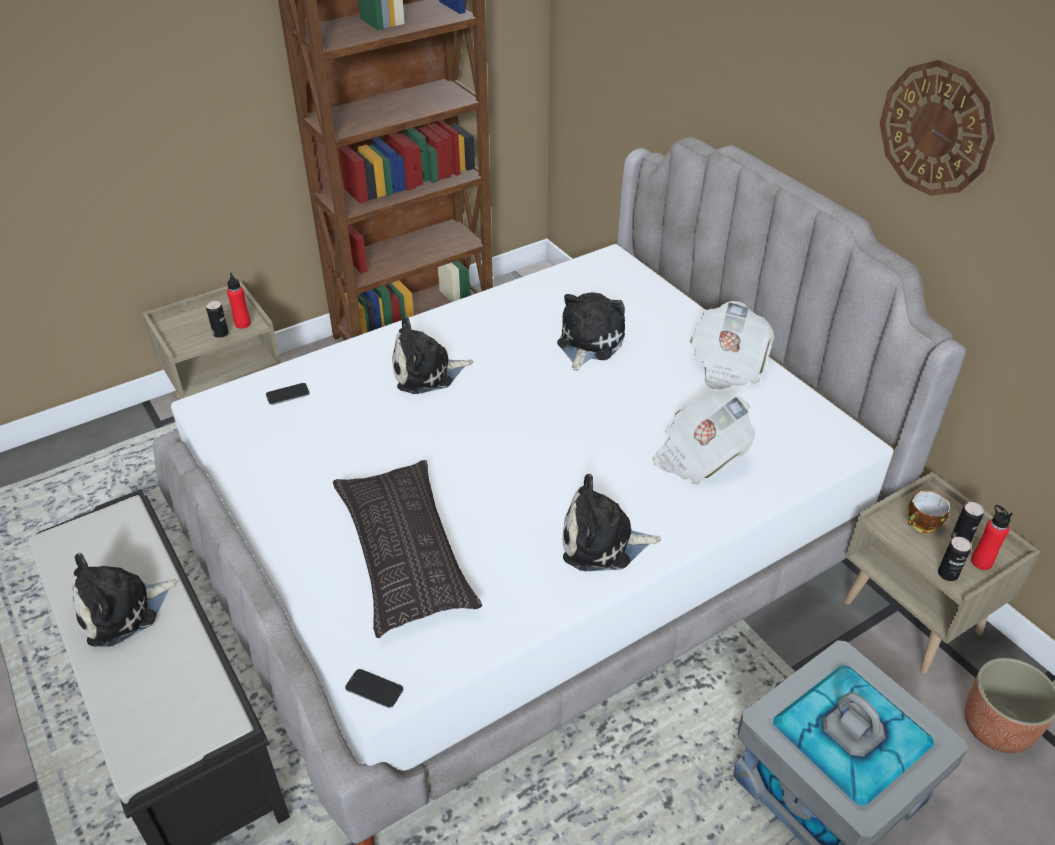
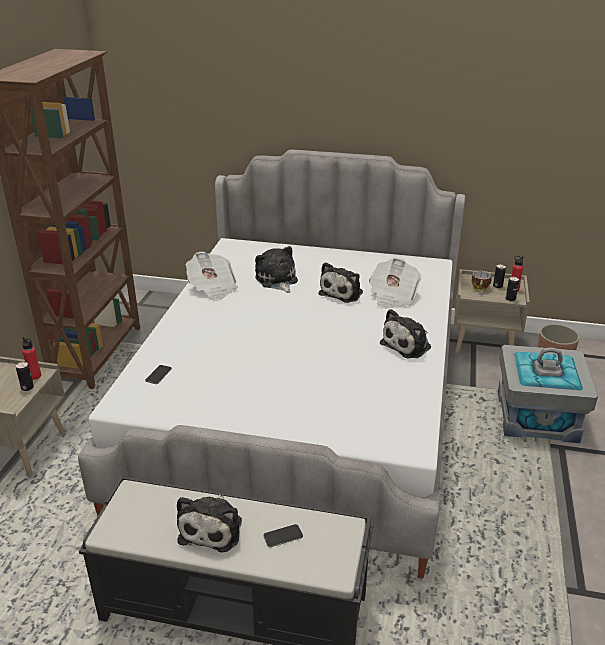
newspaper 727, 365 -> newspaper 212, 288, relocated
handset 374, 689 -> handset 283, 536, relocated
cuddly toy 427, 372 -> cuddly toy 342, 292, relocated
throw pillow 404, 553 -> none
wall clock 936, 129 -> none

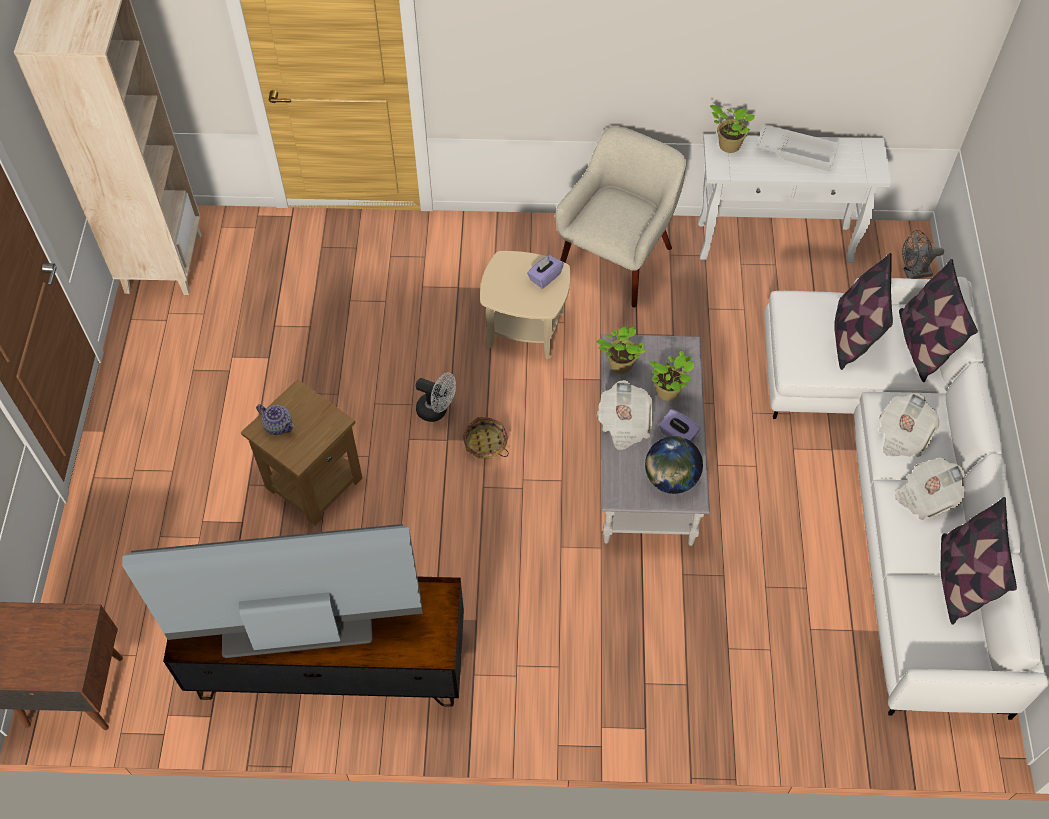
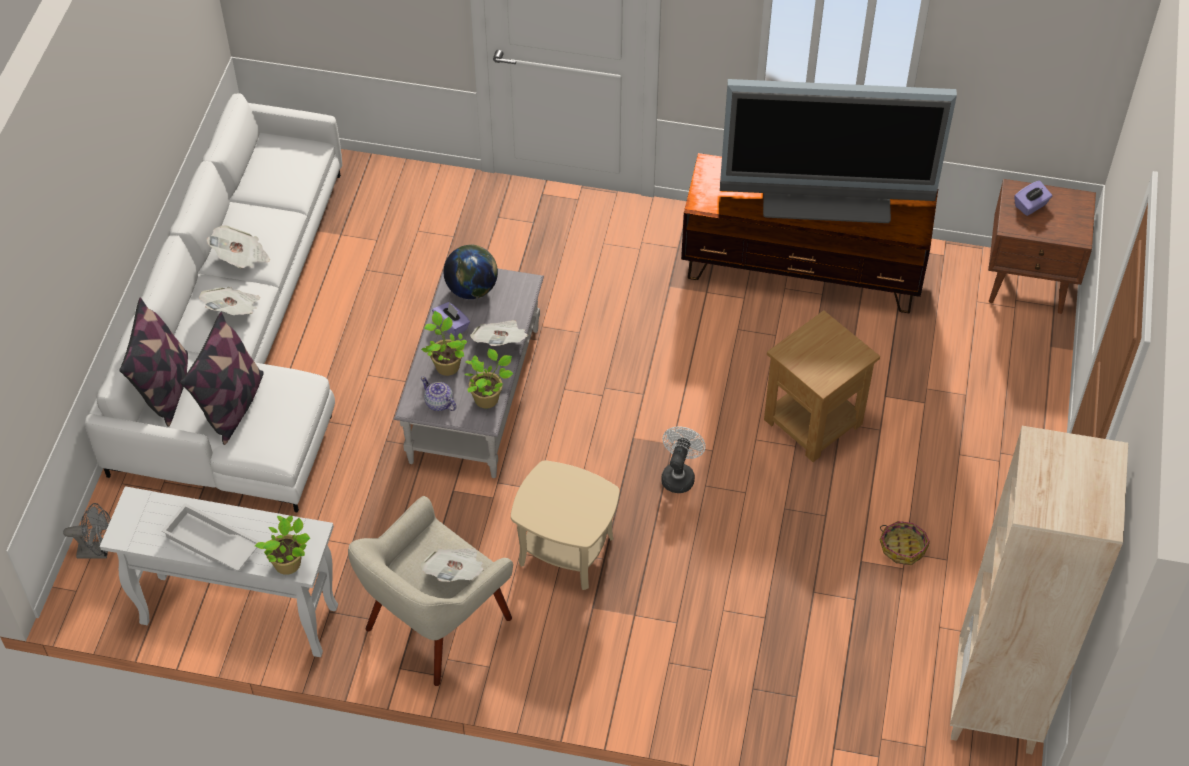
tea pot 278, 425 -> tea pot 439, 403, relocated
none -> newspaper 455, 572
fan (whitish) 437, 410 -> fan (whitish) 679, 475, 75 degrees clockwise
basket 485, 444 -> basket 902, 547, relocated
tissue holder (purple) 545, 277 -> tissue holder (purple) 1031, 206, relocated
throw pillow 960, 580 -> none

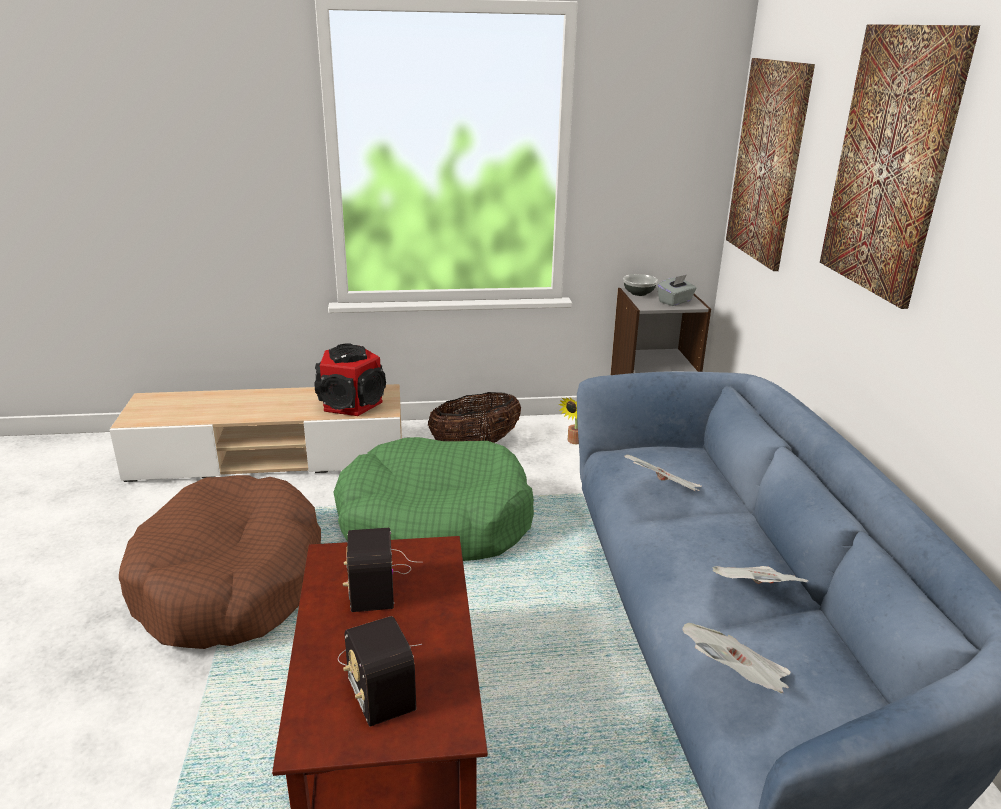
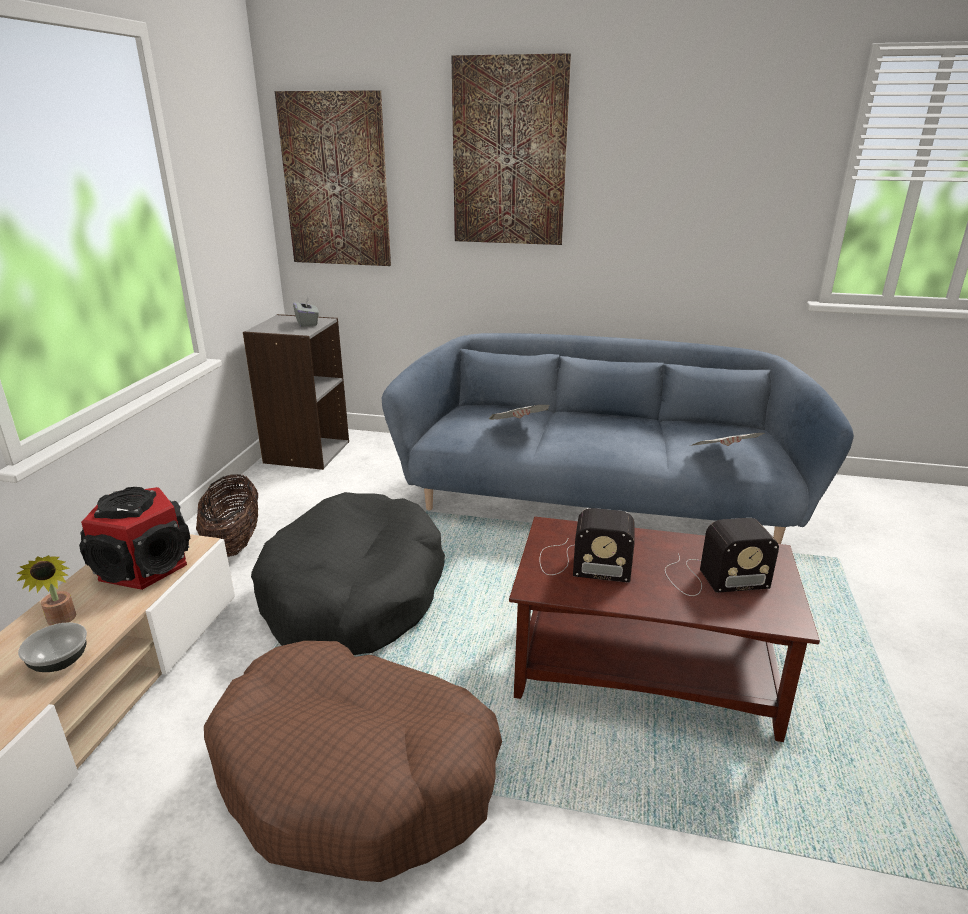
potted plant 573, 441 -> potted plant 62, 621, relocated
bowl 639, 293 -> bowl 60, 662, relocated
pet bed (greenish) 434, 522 -> pet bed (blackish) 354, 594
newspaper 754, 594 -> none

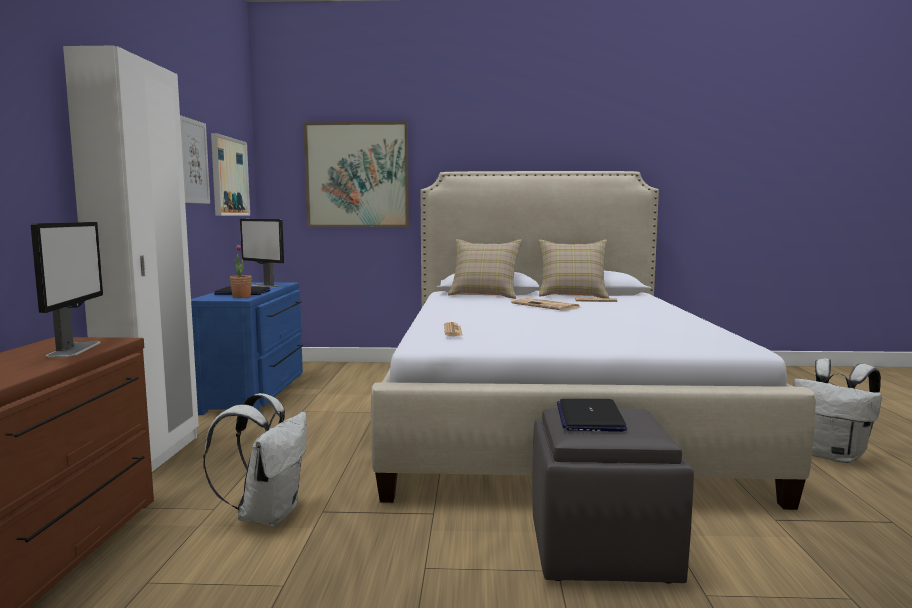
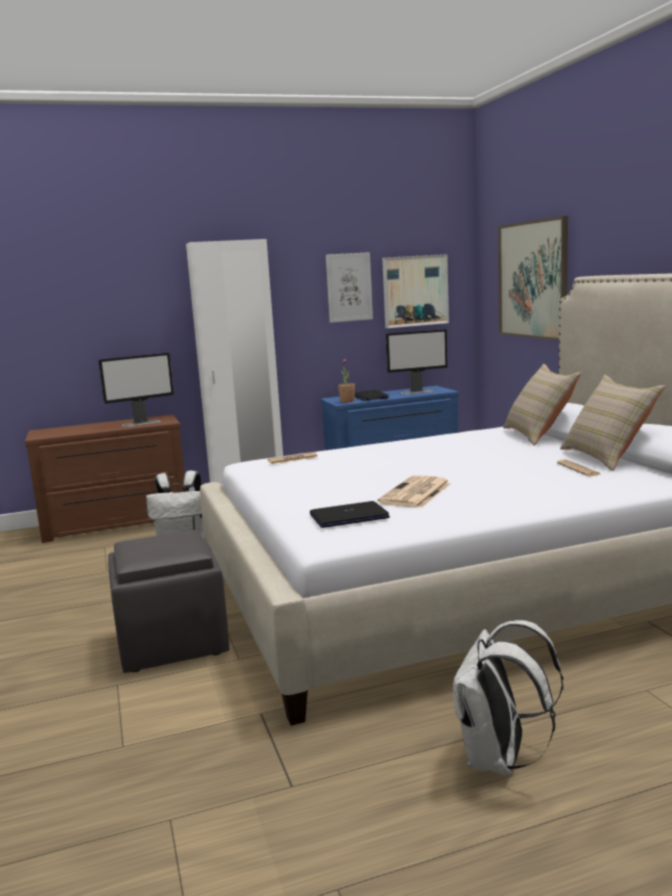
laptop 589, 417 -> laptop 349, 516, relocated
newspaper 546, 306 -> newspaper 415, 493, relocated
monitor 264, 286 -> monitor 417, 391, 120 degrees counterclockwise

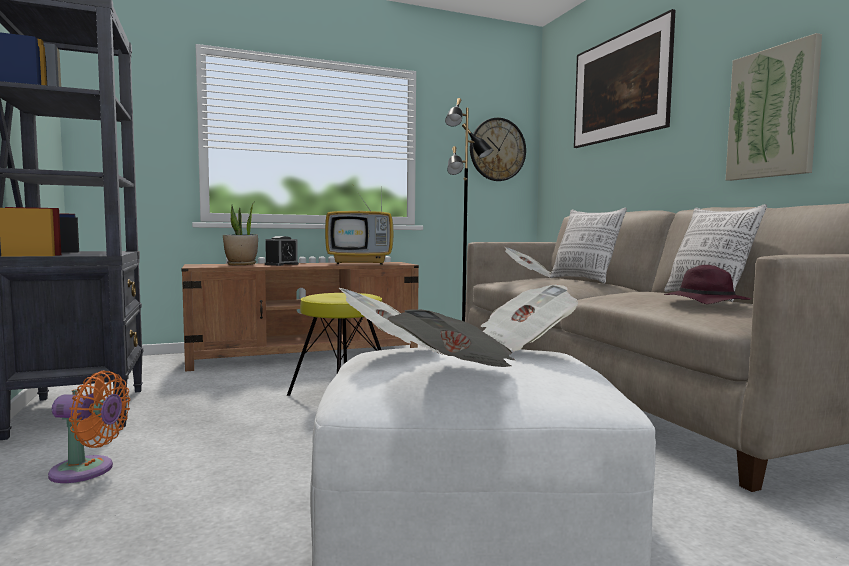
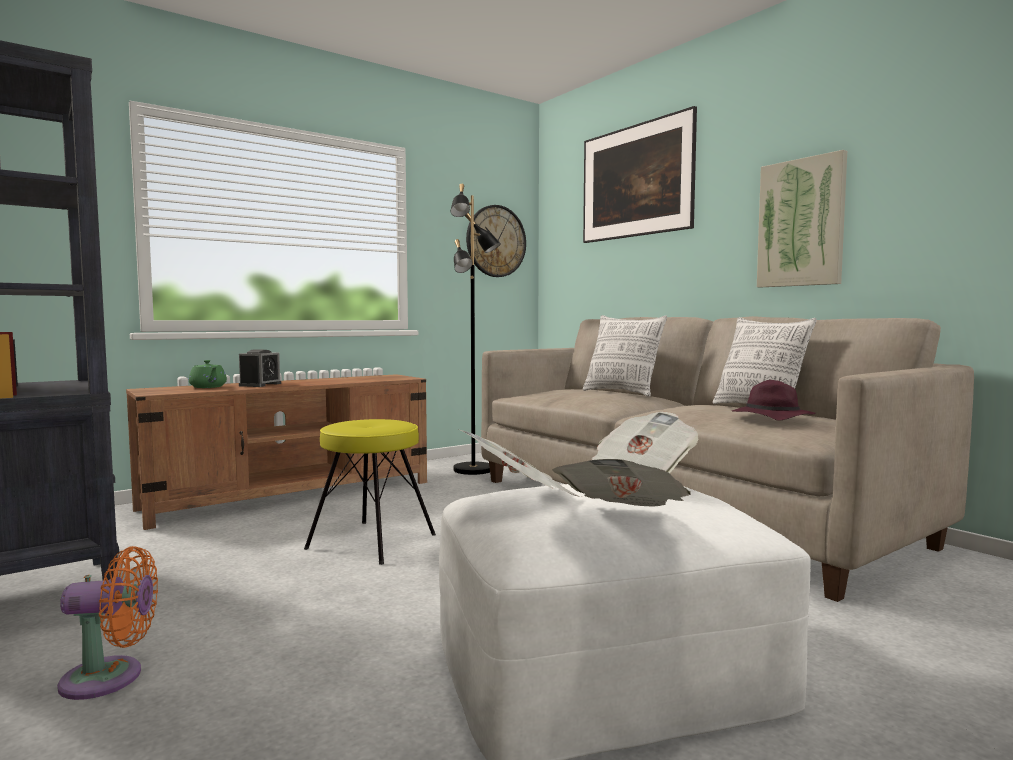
potted plant 241, 264 -> tea pot (greenish) 208, 387
television 362, 263 -> none
newspaper 528, 276 -> none

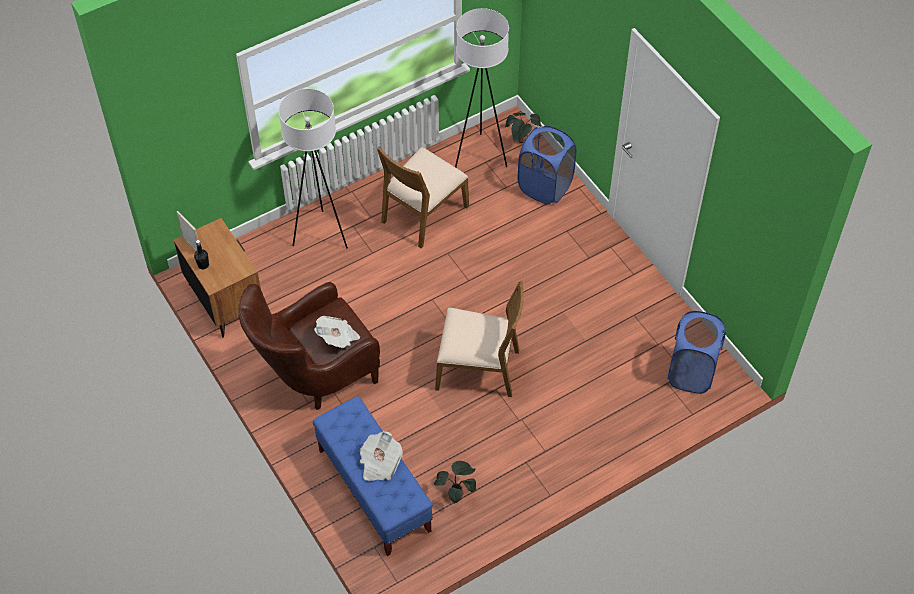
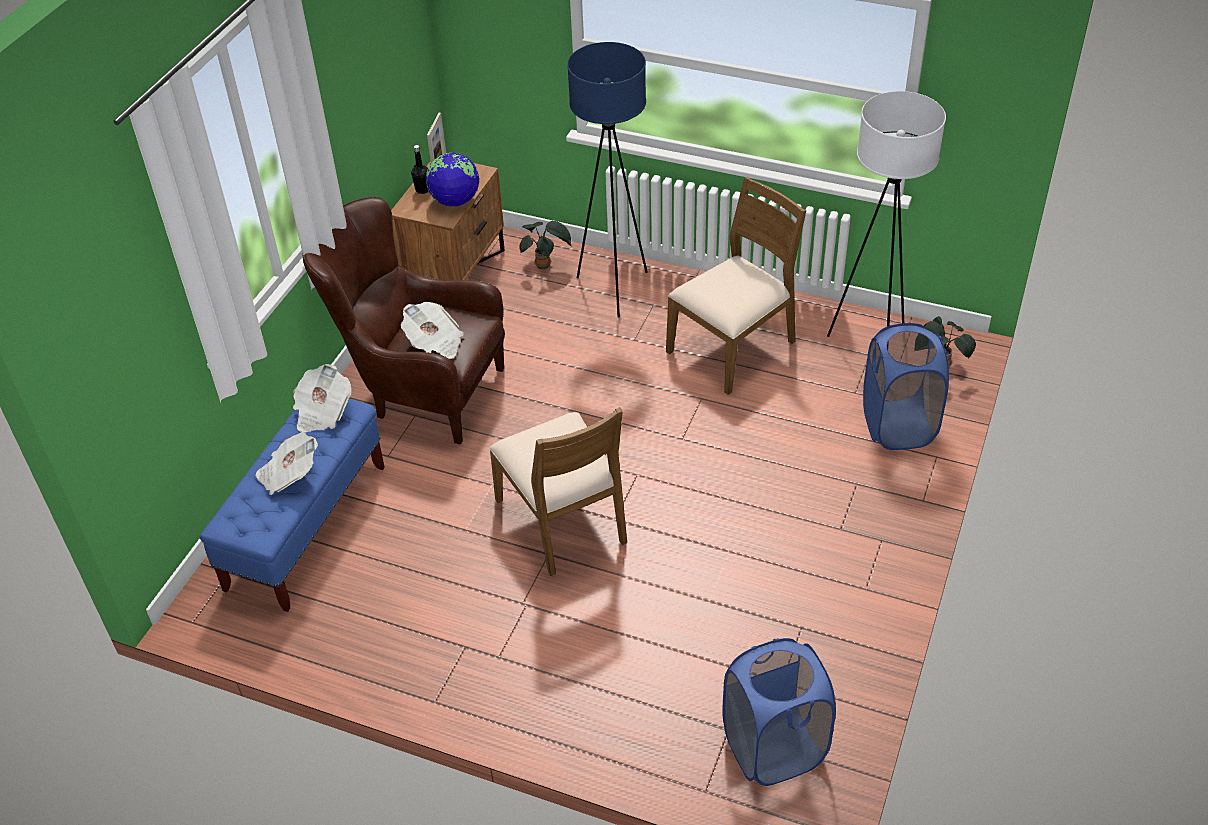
none -> newspaper 322, 412
none -> desk globe 455, 201
potted plant 457, 494 -> potted plant 545, 265, relocated
floor lamp (whitish) 321, 235 -> floor lamp (bluish) 614, 289
upright chair (brown) 423, 213 -> upright chair (brown) 733, 347, 135 degrees clockwise

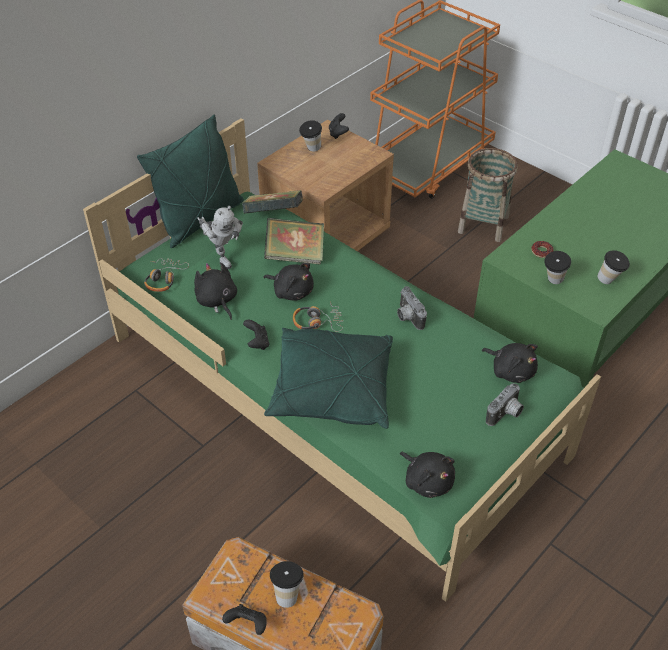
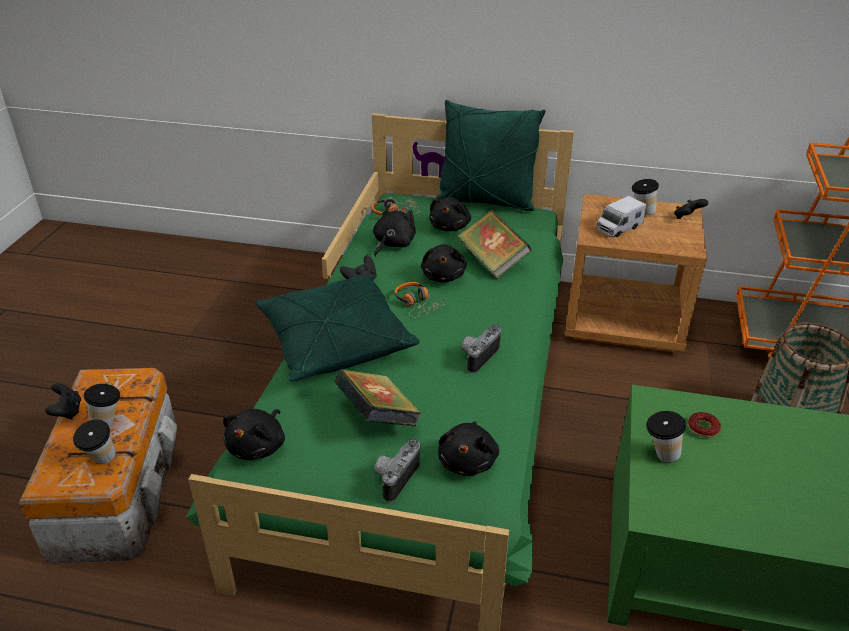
small cup 609, 281 -> small cup 101, 462, relocated
volume 273, 216 -> volume 378, 418, relocated
photo camera 506, 414 -> photo camera 394, 478, 105 degrees clockwise
robot figure 222, 256 -> cuddly toy (blackish) 450, 226
none -> model truck 618, 228

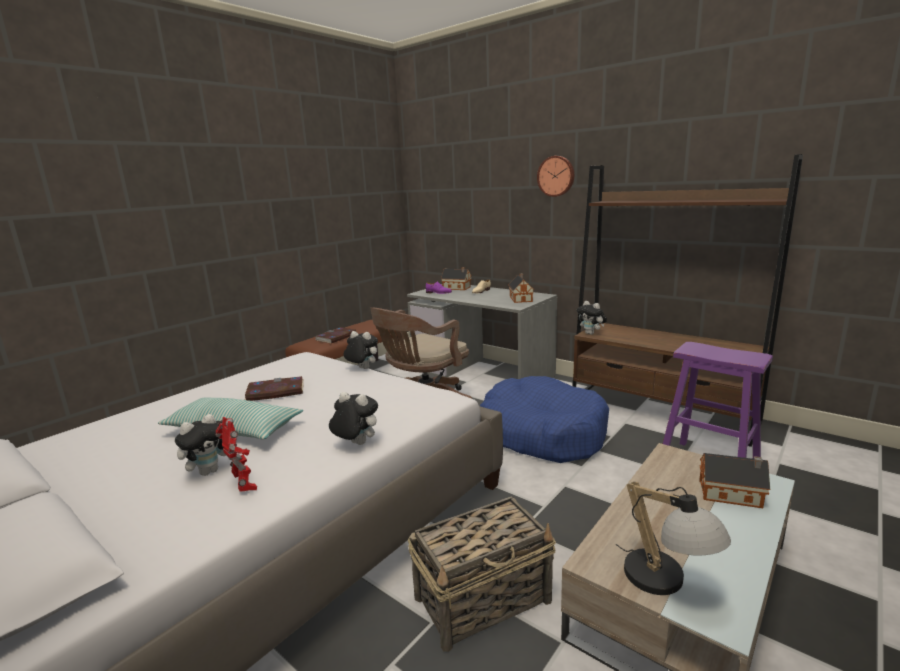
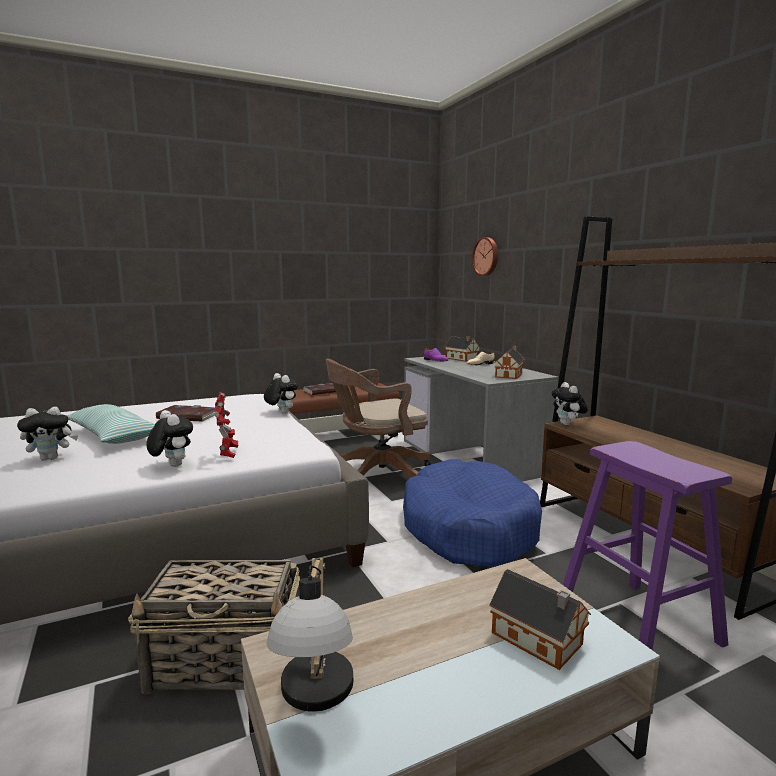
robot figure 244, 486 -> robot figure 228, 454, relocated
wall clock 556, 176 -> wall clock 486, 256, relocated

